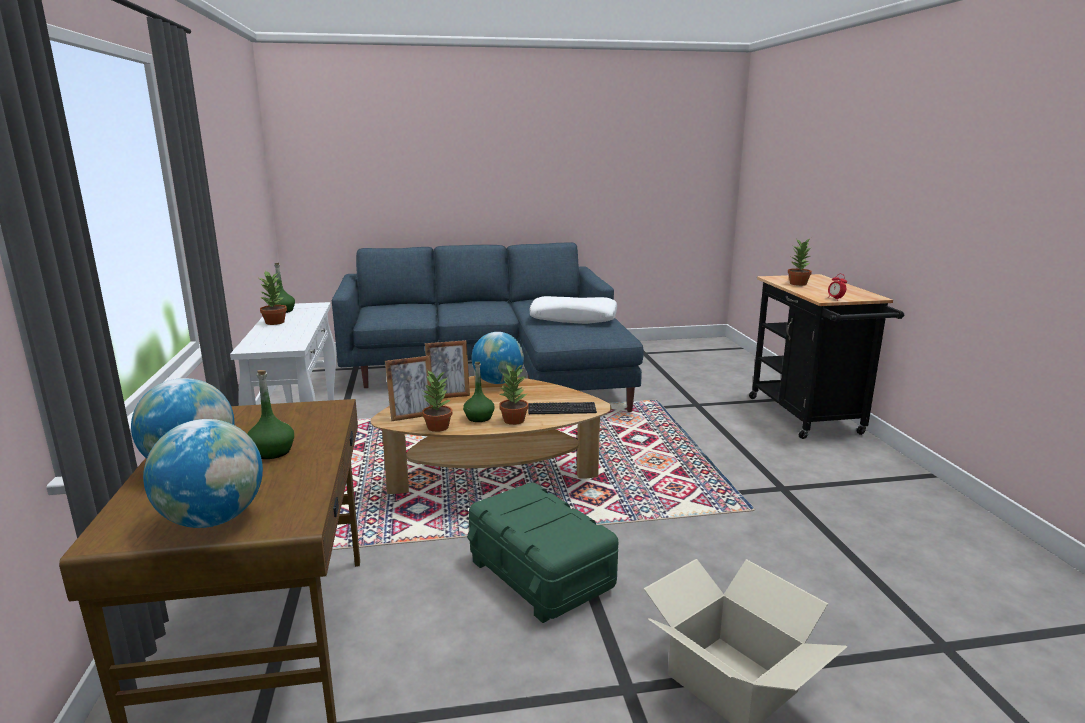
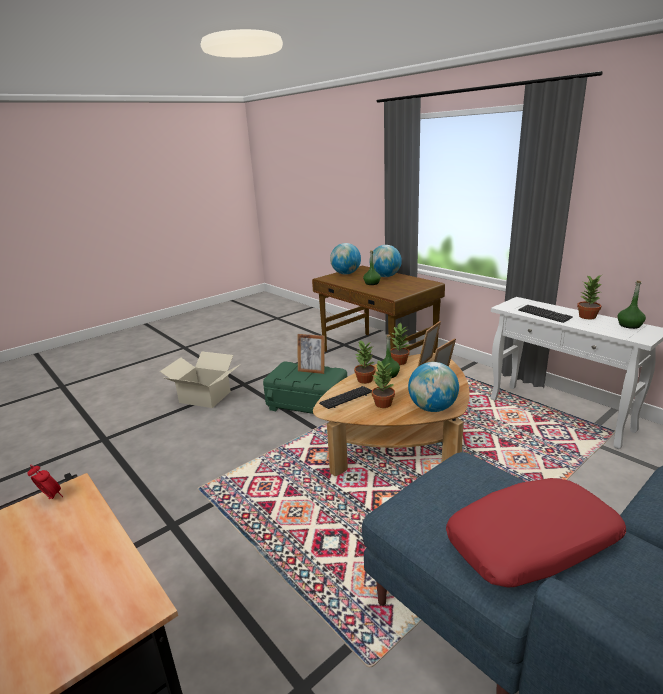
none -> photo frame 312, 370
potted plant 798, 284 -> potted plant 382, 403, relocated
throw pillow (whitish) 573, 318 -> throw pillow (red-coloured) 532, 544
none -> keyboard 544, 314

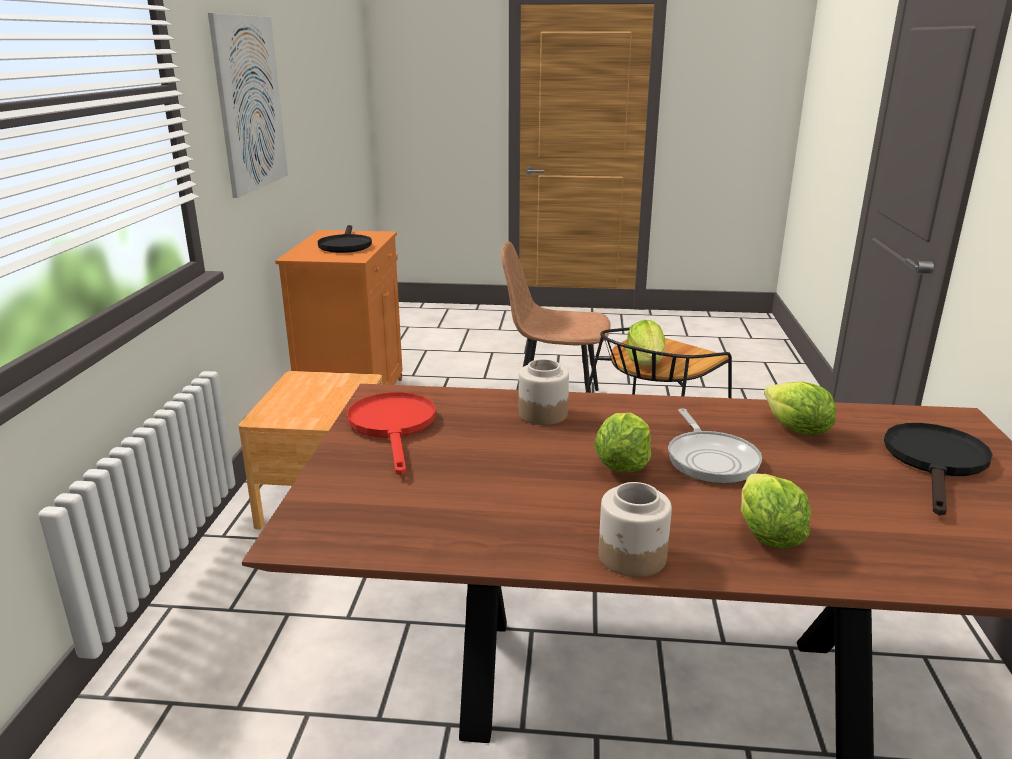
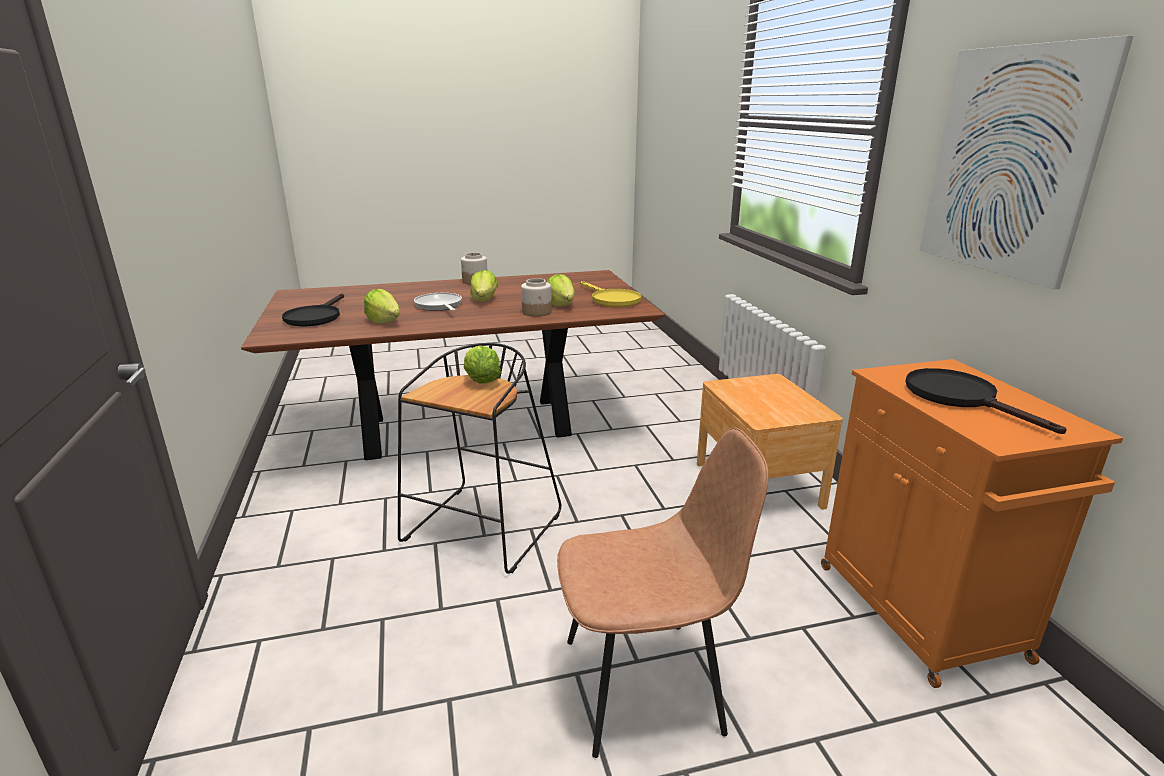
lettuce 767, 536 -> lettuce 561, 304, relocated
frying pan (red-coloured) 393, 427 -> frying pan (yellowish) 611, 299

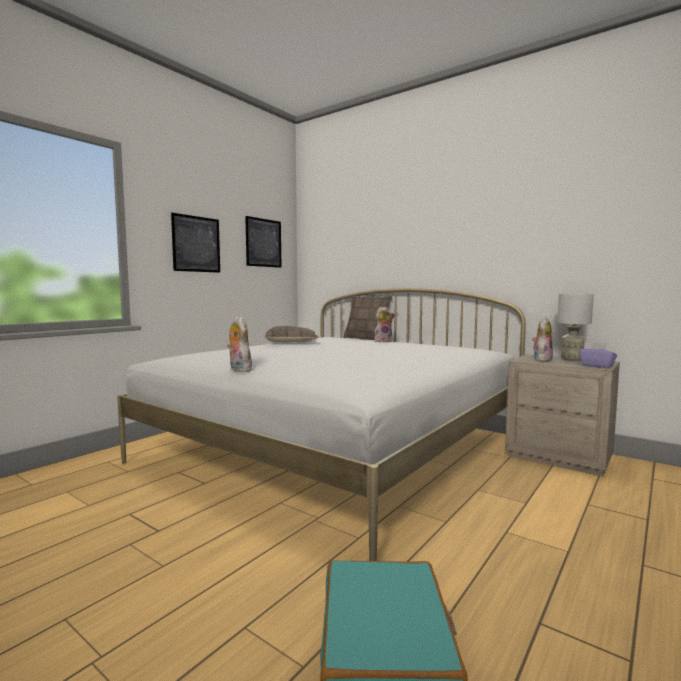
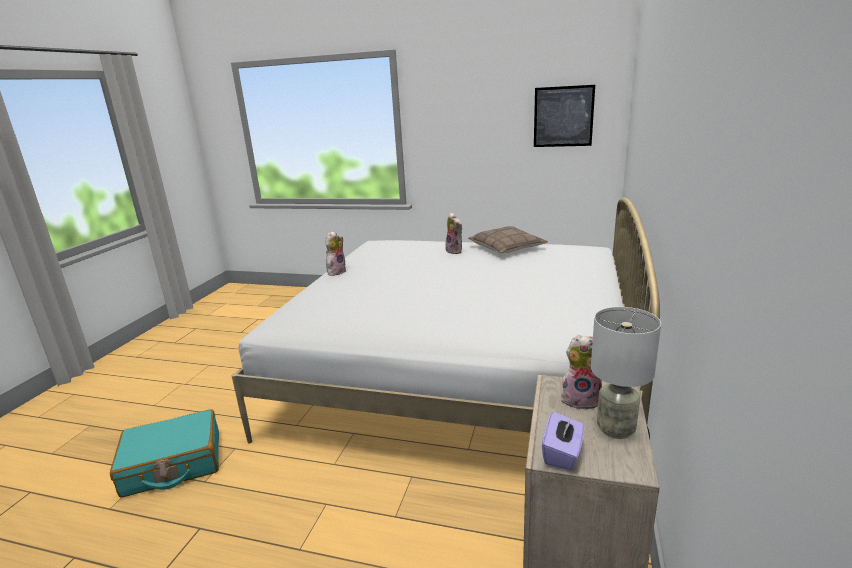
cuddly toy 383, 341 -> cuddly toy 455, 251, relocated
wall picture 196, 244 -> none
throw pillow 366, 338 -> none

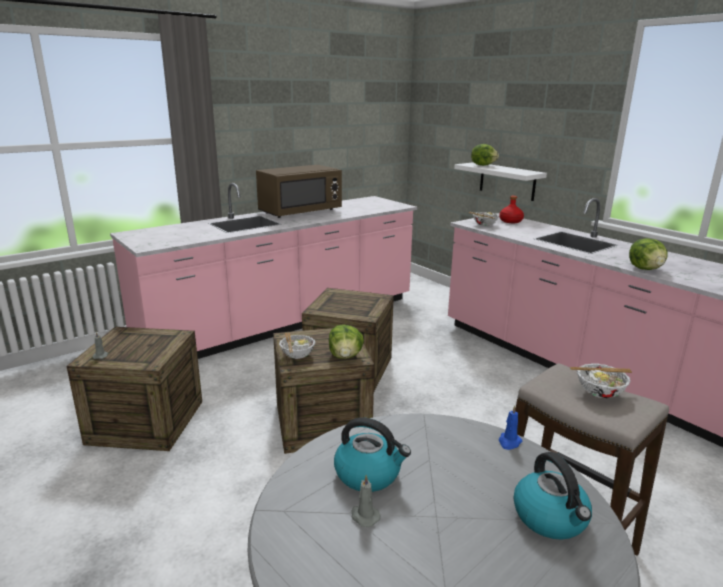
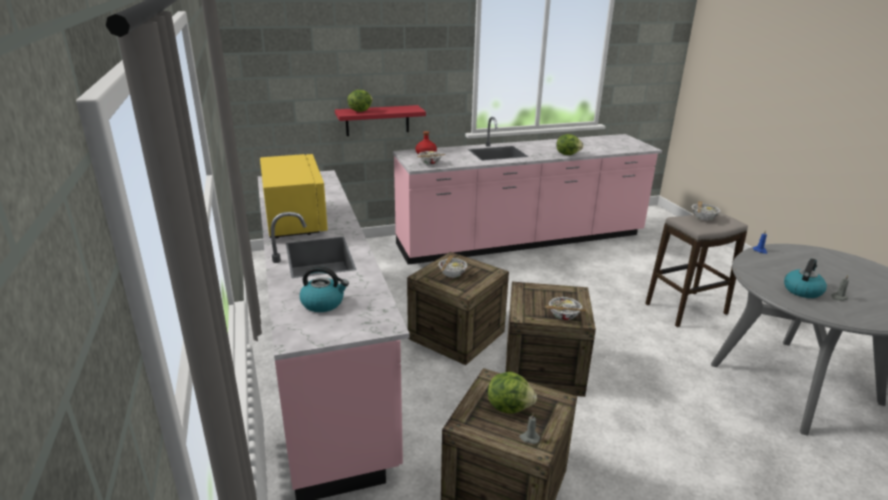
microwave oven (brown) 300, 212 -> microwave oven (yellowish) 294, 220
kettle 551, 518 -> kettle 323, 303, relocated
bracket shelf (whitish) 507, 181 -> bracket shelf (red-coloured) 377, 120
none -> bowl 452, 275
lettuce 345, 356 -> lettuce 509, 406, relocated

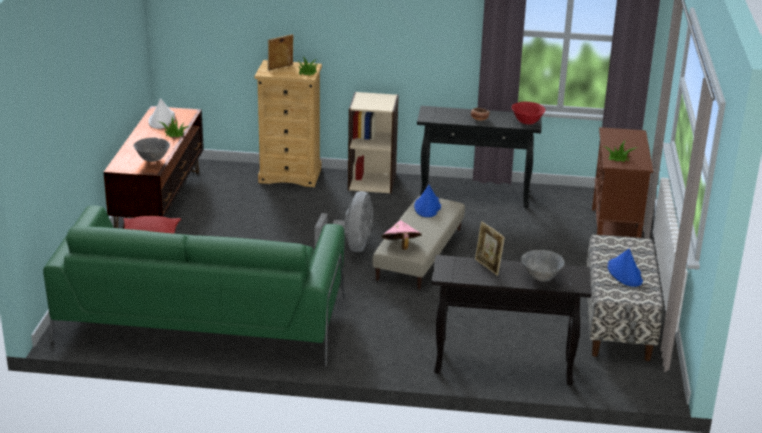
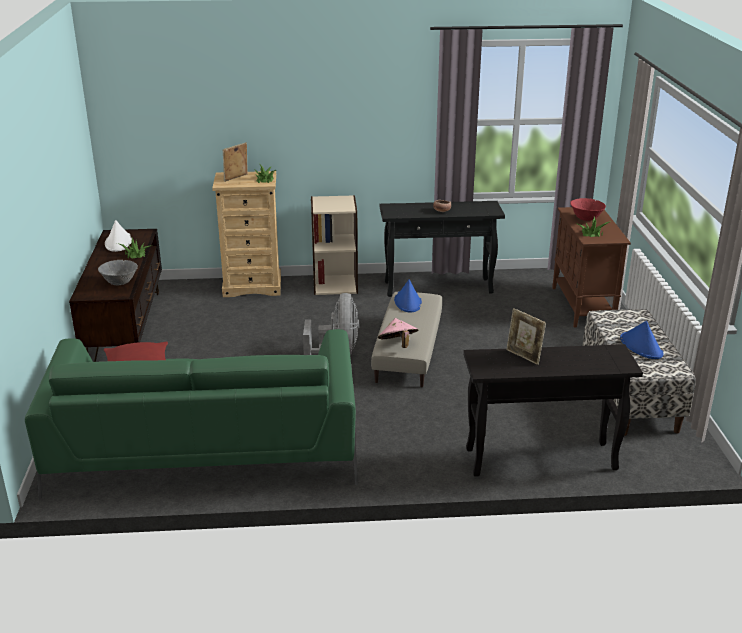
bowl (red-coloured) 527, 123 -> bowl (red-coloured) 586, 219, relocated
bowl (gray) 541, 278 -> none

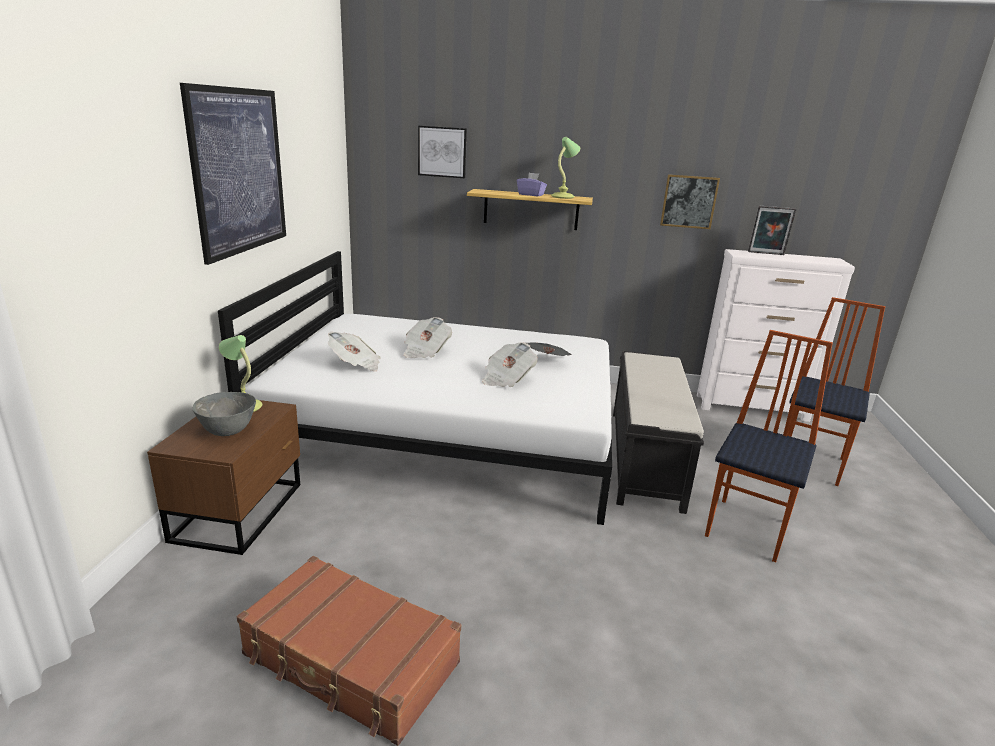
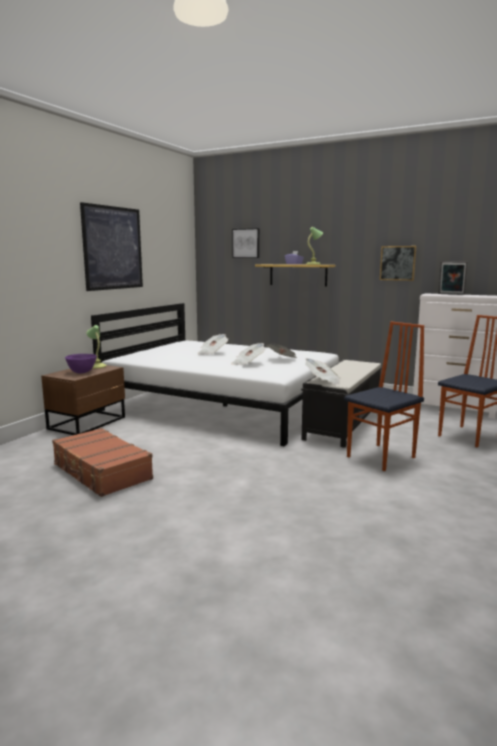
bowl (gray) 228, 431 -> bowl (purple) 82, 372
newspaper 356, 364 -> newspaper 323, 381, relocated

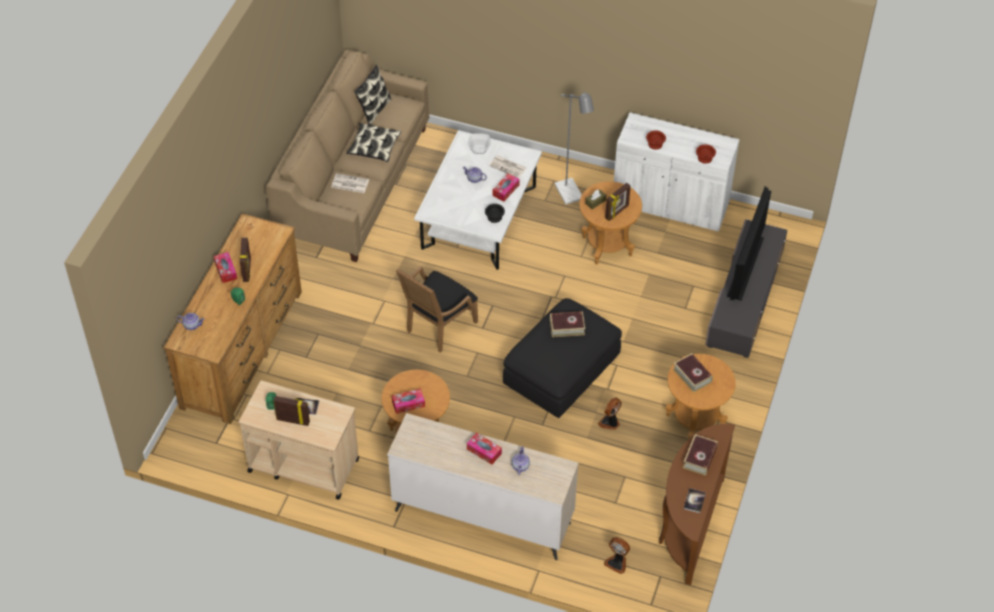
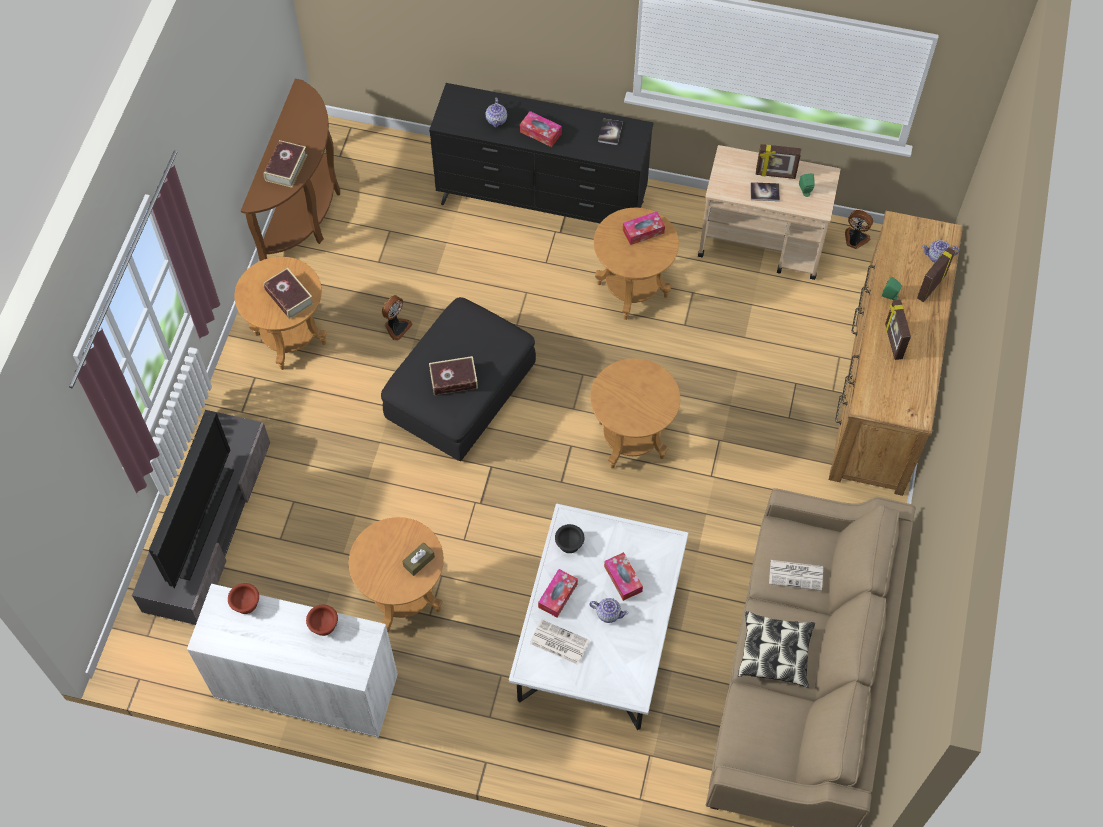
chest of drawers (sand-coloured) 482, 516 -> chest of drawers (blackish) 542, 203
easy chair (blackish) 437, 328 -> side table (brown) 631, 440
volume 694, 501 -> volume 610, 132, relocated
tissue holder 225, 270 -> tissue holder 623, 579, relocated
fan 617, 562 -> fan 855, 239, relocated
photo frame 617, 212 -> photo frame 930, 286, relocated
throw pillow 374, 109 -> none
bowl 479, 149 -> none
floor lamp (gray) 571, 196 -> none

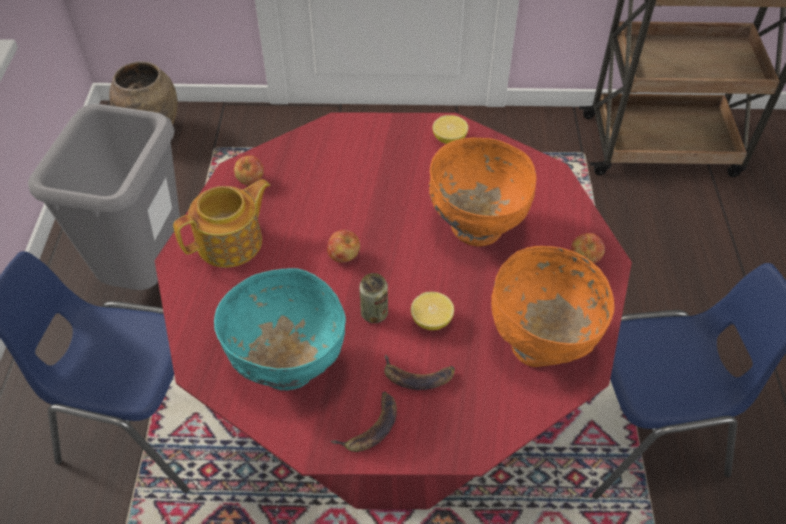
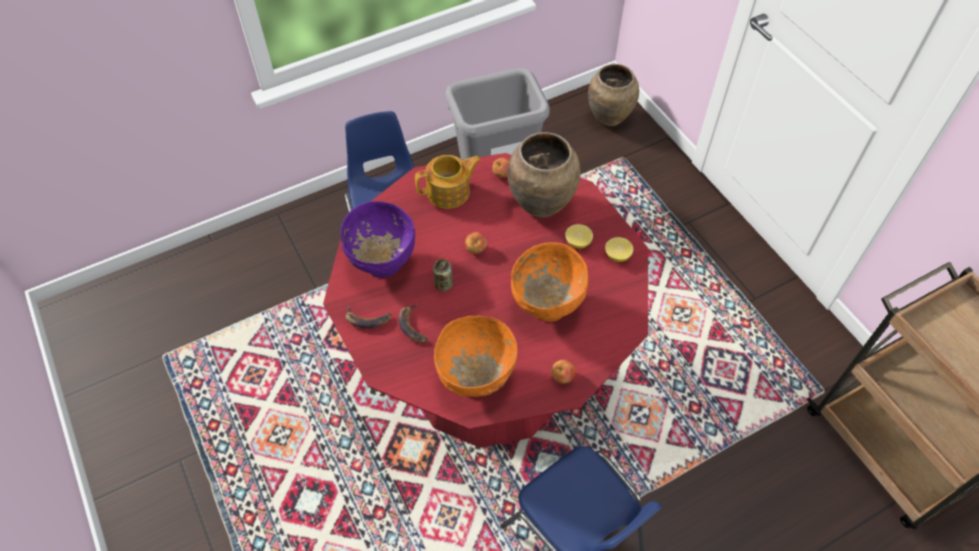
bowl (turquoise) 288, 367 -> bowl (purple) 382, 263
tea pot 231, 242 -> tea pot 449, 192, 45 degrees counterclockwise
none -> vase (brown) 542, 205
whole lemon 431, 320 -> whole lemon 578, 242, relocated

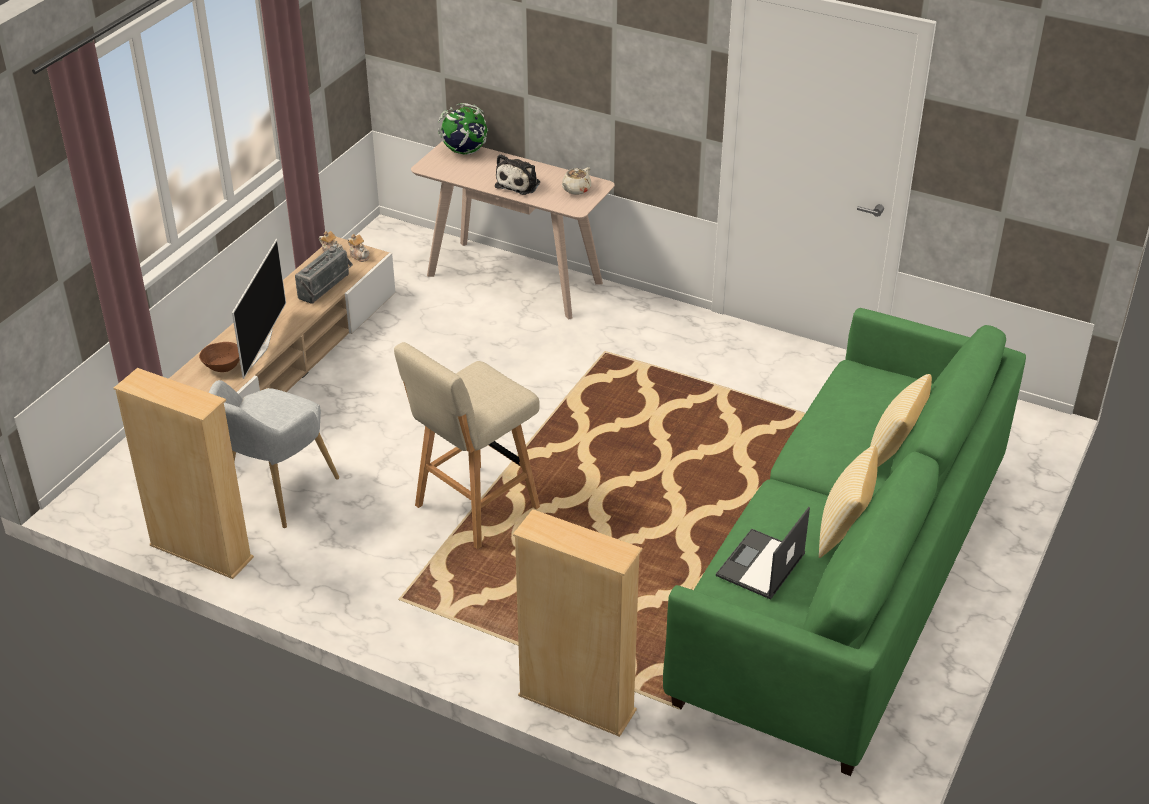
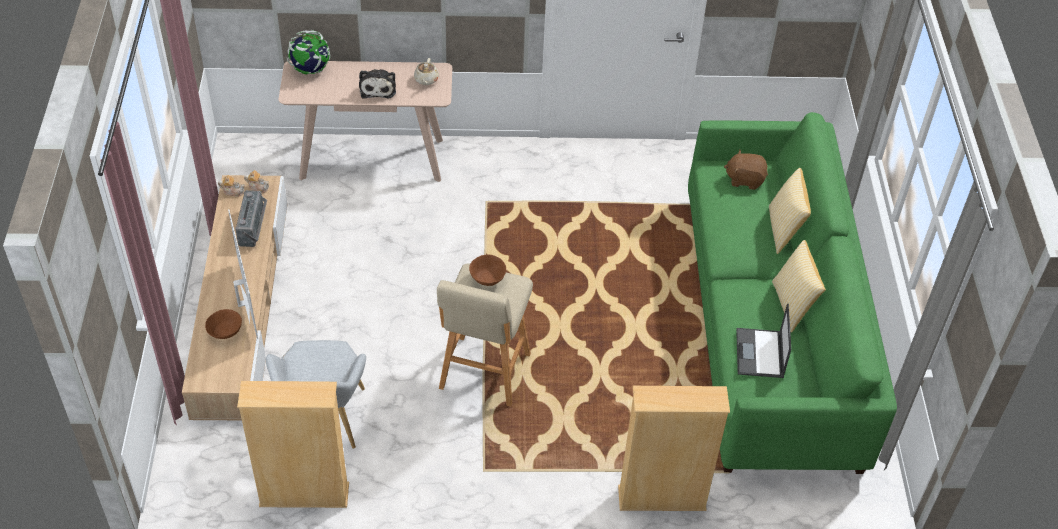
none -> bowl (brown) 487, 278
none -> cuddly toy (brown) 745, 179

